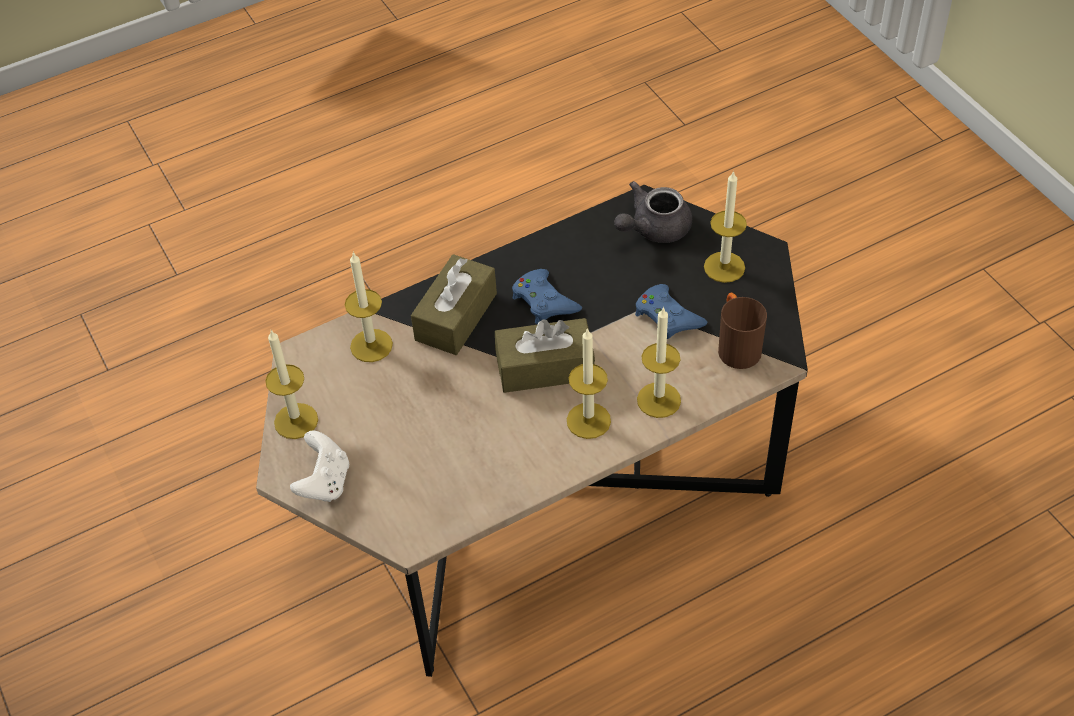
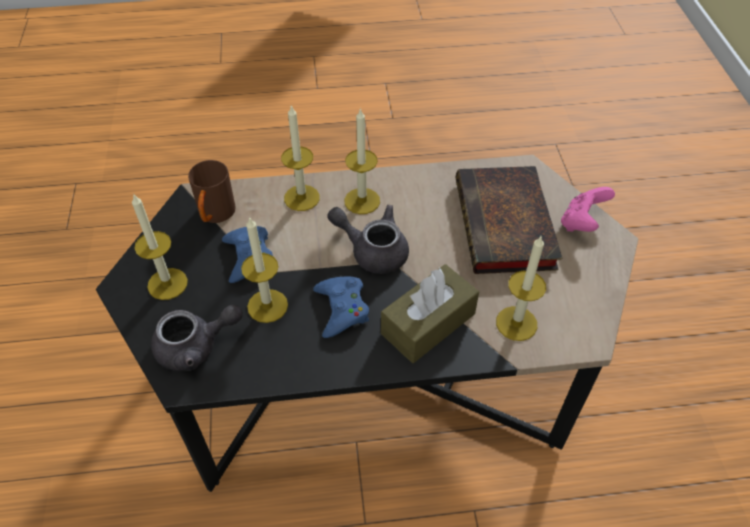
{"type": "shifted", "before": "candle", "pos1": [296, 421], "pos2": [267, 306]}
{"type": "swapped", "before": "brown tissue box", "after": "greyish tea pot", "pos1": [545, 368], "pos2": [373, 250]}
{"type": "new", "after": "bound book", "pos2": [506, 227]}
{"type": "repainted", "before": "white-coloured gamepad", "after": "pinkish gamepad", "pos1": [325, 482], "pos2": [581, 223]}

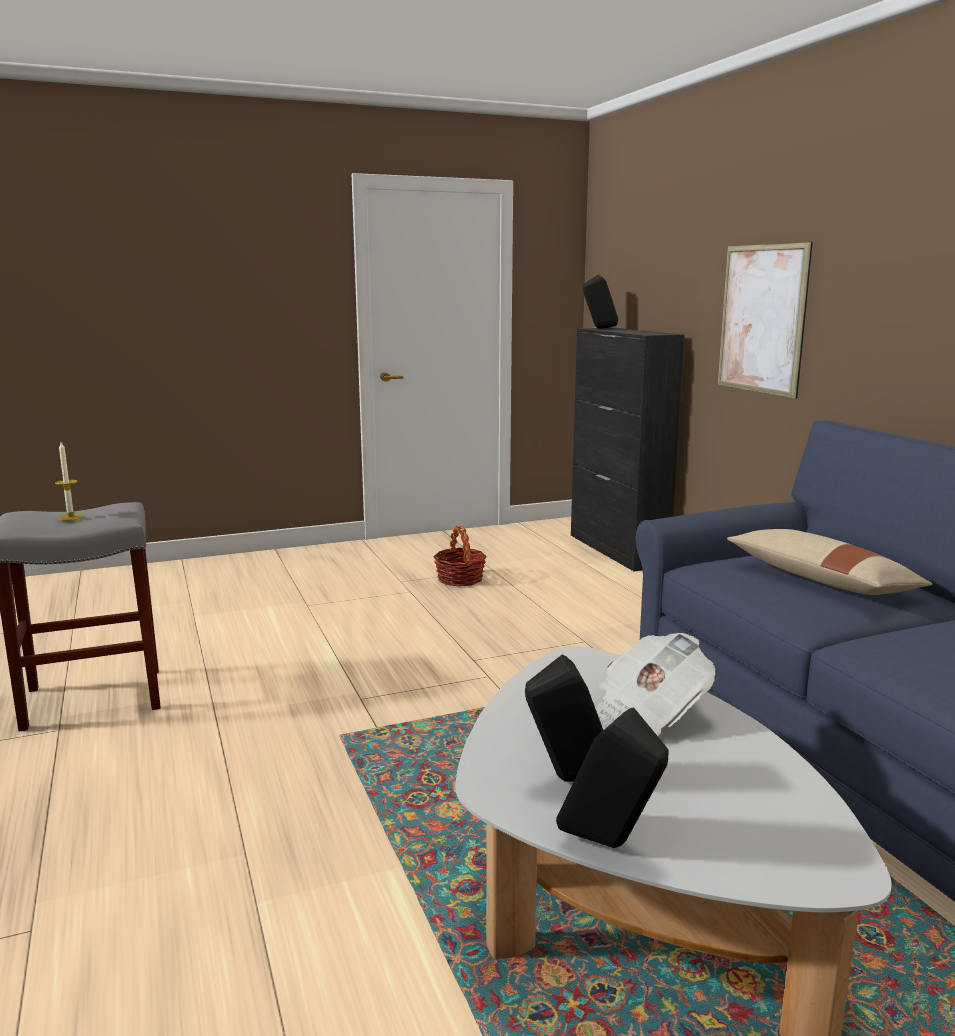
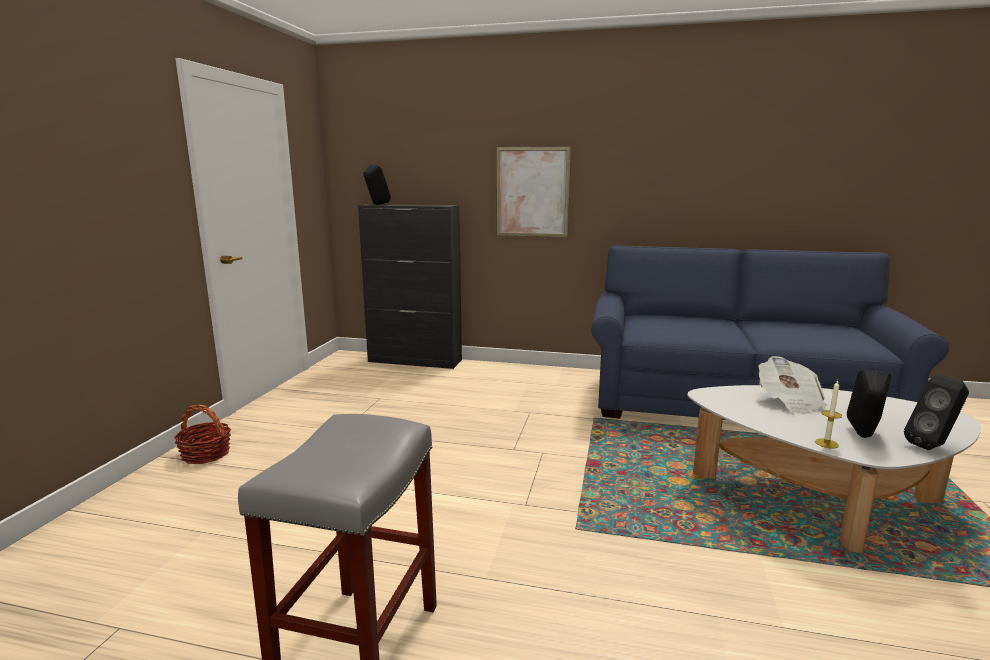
{"type": "shifted", "before": "household basket", "pos1": [460, 579], "pos2": [206, 454]}
{"type": "shifted", "before": "candle", "pos1": [70, 517], "pos2": [826, 443]}
{"type": "gone", "before": "beige throw pillow", "pos1": [821, 580]}

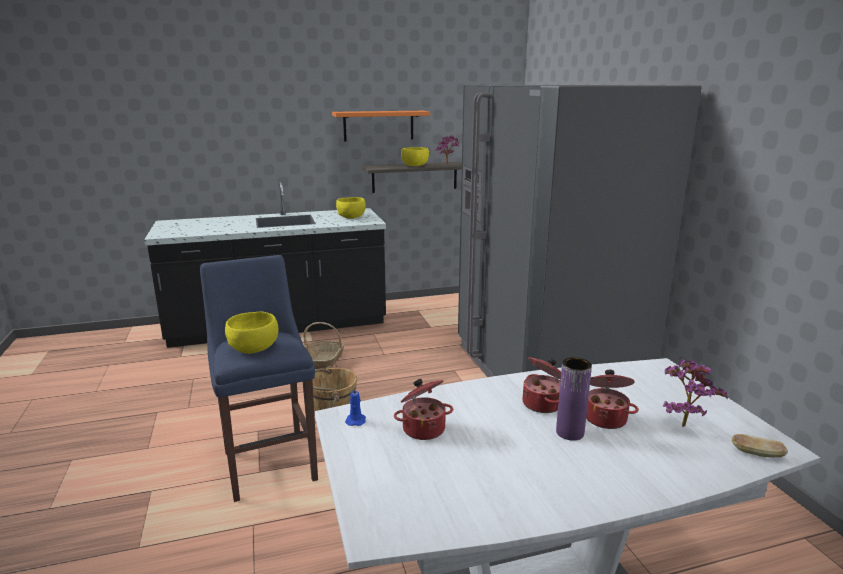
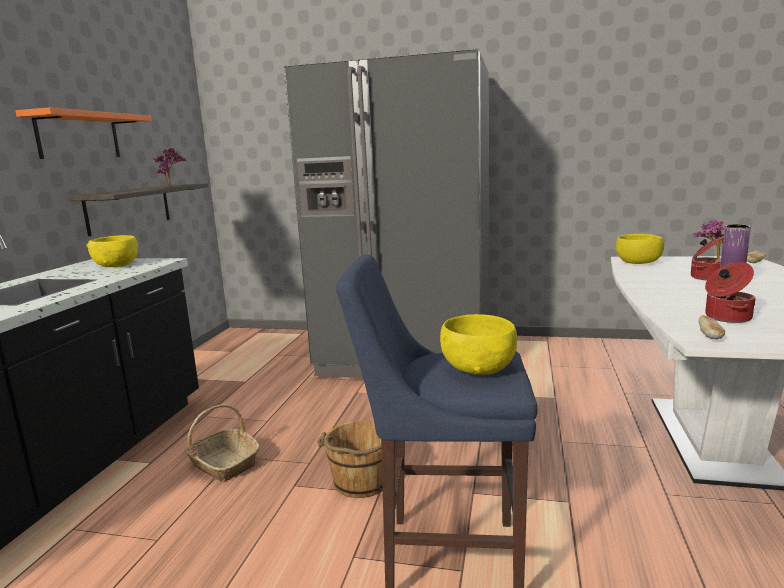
{"type": "shifted", "before": "yellow deep dish", "pos1": [415, 166], "pos2": [638, 263]}
{"type": "swapped", "before": "bluish candle", "after": "baked bread", "pos1": [356, 420], "pos2": [710, 336]}
{"type": "gone", "before": "saucepot", "pos1": [543, 404]}

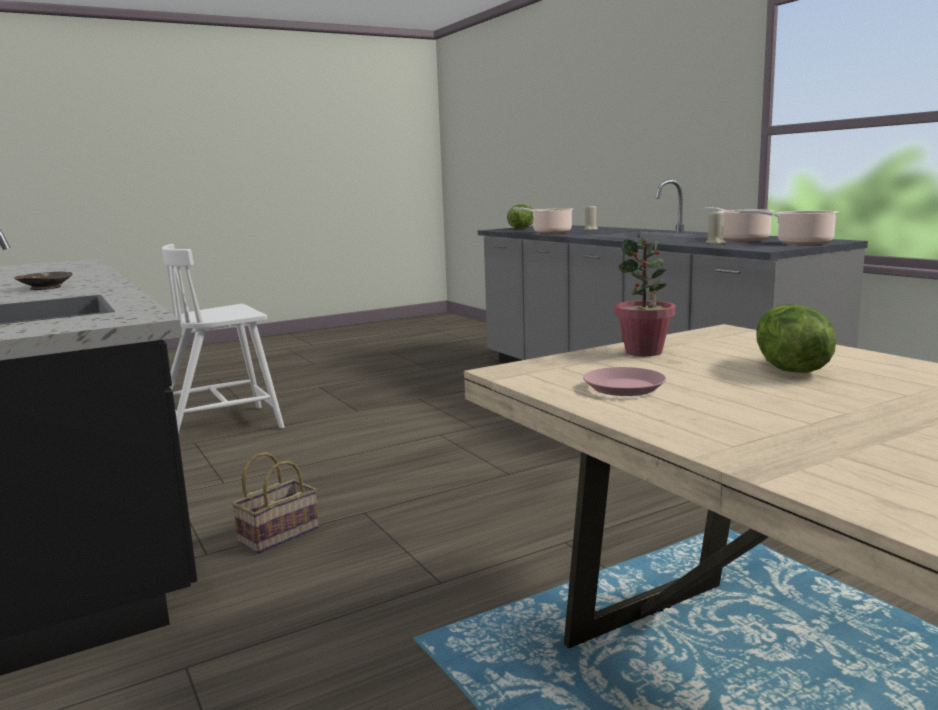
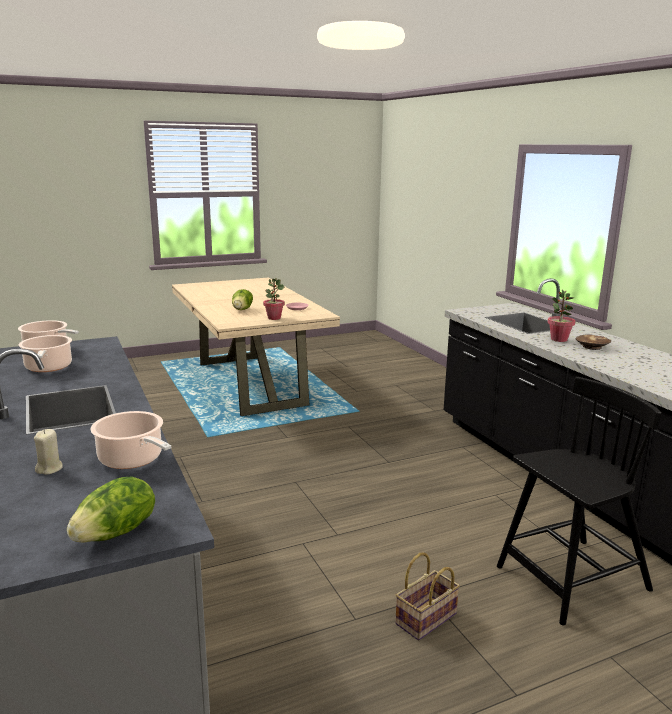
{"type": "shifted", "before": "household basket", "pos1": [279, 534], "pos2": [426, 620]}
{"type": "repainted", "before": "white-coloured upright chair", "after": "black-coloured upright chair", "pos1": [222, 426], "pos2": [570, 580]}
{"type": "new", "after": "plant in a pot", "pos2": [559, 339]}
{"type": "gone", "before": "beige candle", "pos1": [715, 243]}

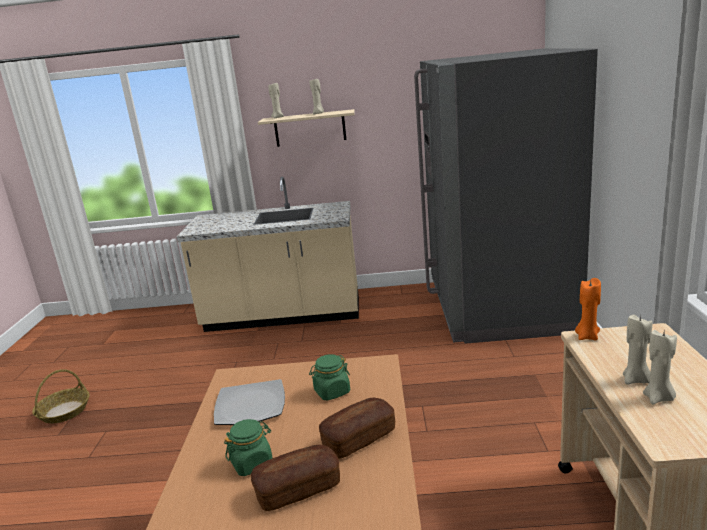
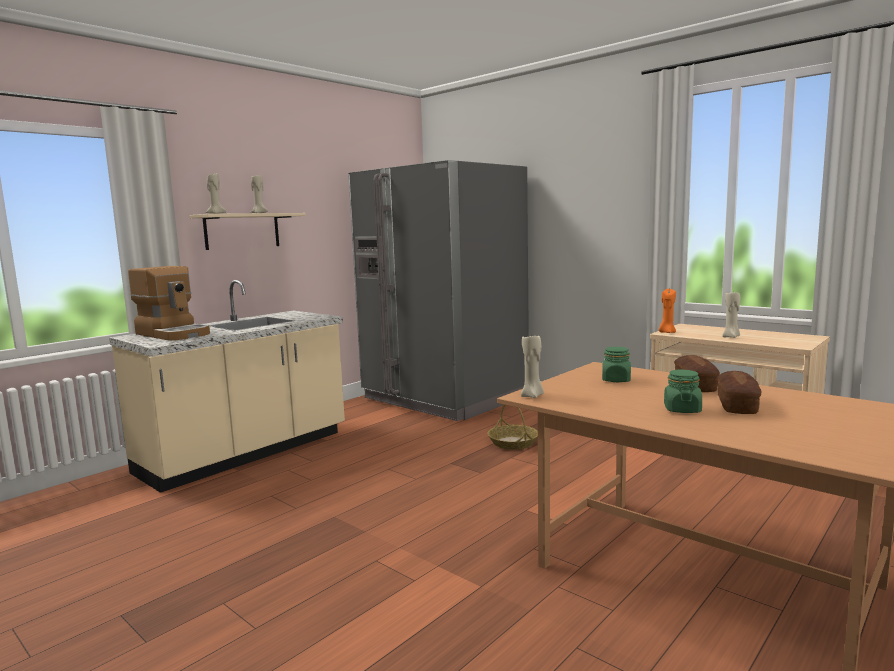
{"type": "new", "after": "coffee maker", "pos2": [174, 334]}
{"type": "shifted", "before": "household basket", "pos1": [64, 412], "pos2": [513, 443]}
{"type": "shifted", "before": "beige candle", "pos1": [658, 398], "pos2": [532, 396]}
{"type": "gone", "before": "flat dish", "pos1": [249, 406]}

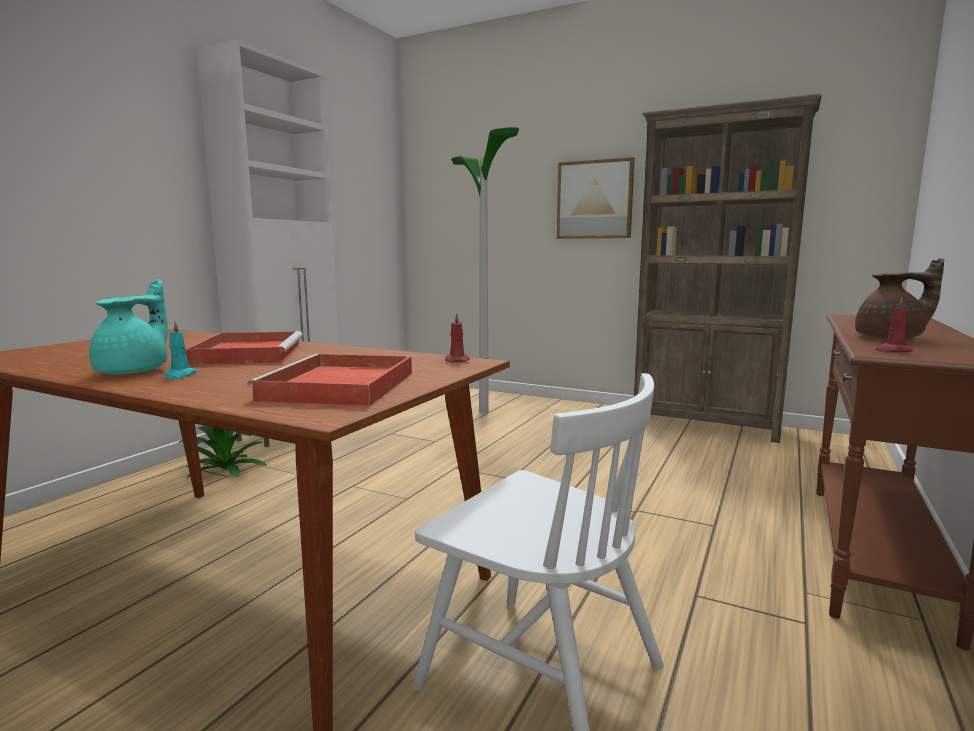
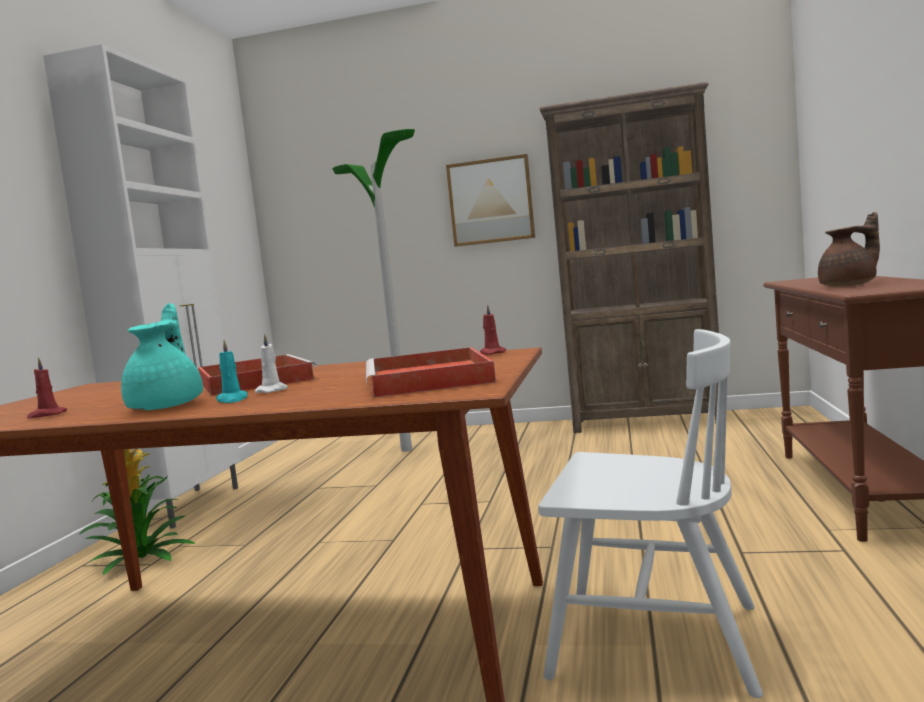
{"type": "shifted", "before": "red candle", "pos1": [892, 351], "pos2": [46, 415]}
{"type": "new", "after": "white-coloured candle", "pos2": [273, 391]}

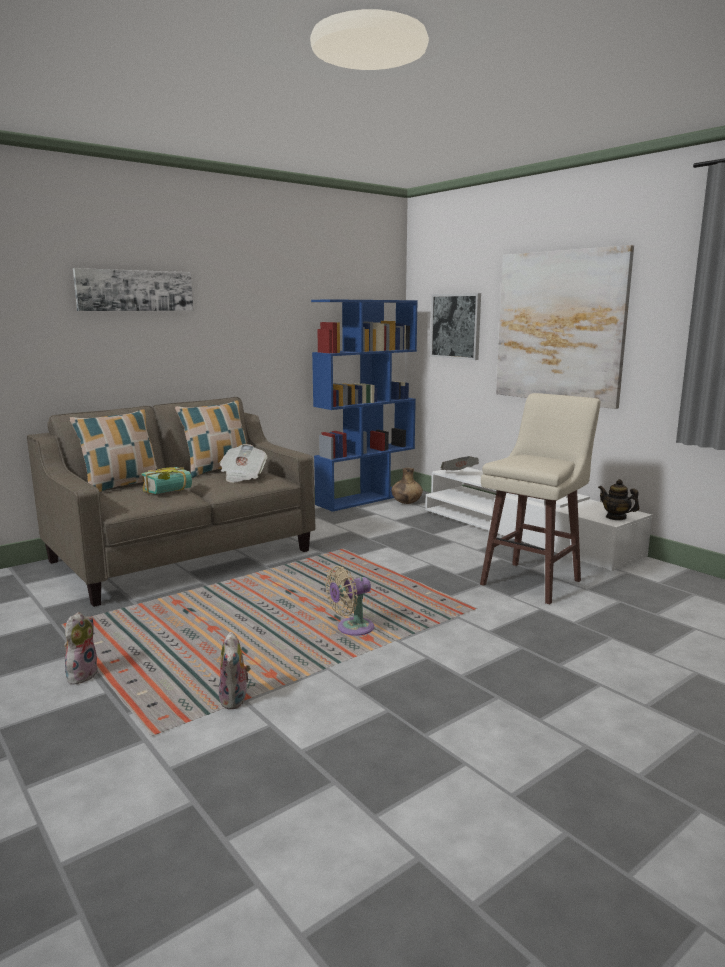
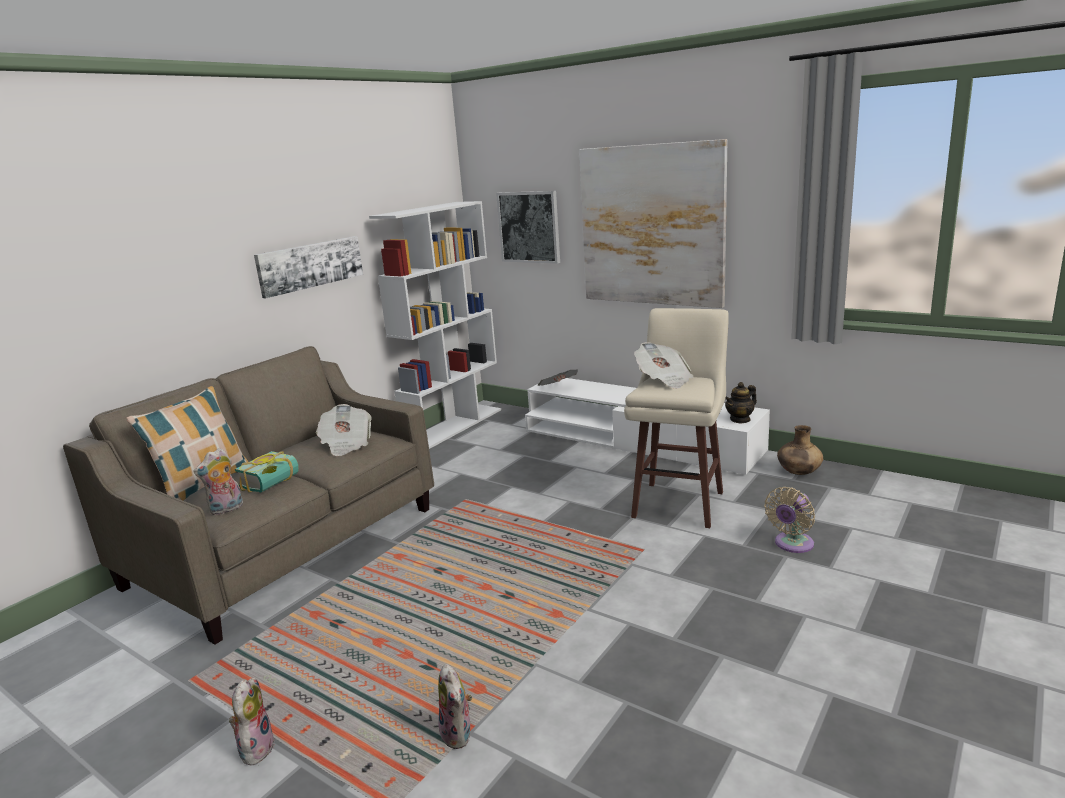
{"type": "new", "after": "cuddly toy", "pos2": [226, 509]}
{"type": "shifted", "before": "wall picture", "pos1": [135, 290], "pos2": [310, 265]}
{"type": "repainted", "before": "bluish bookshelf", "after": "white-coloured bookshelf", "pos1": [365, 498], "pos2": [453, 426]}
{"type": "new", "after": "daily paper", "pos2": [664, 380]}
{"type": "rotated", "before": "tea pot", "pos1": [616, 517], "pos2": [740, 419], "turn": -60}
{"type": "shifted", "before": "beige cooling fan", "pos1": [351, 628], "pos2": [792, 545]}
{"type": "shifted", "before": "brown decorative vase", "pos1": [406, 503], "pos2": [798, 472]}
{"type": "gone", "before": "throw pillow", "pos1": [217, 470]}

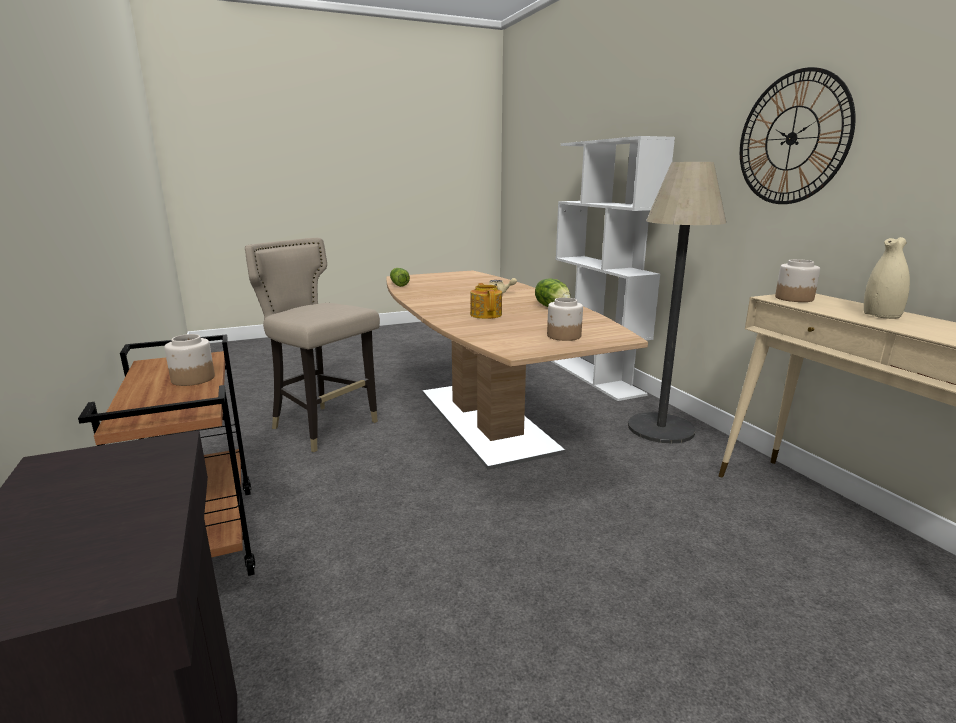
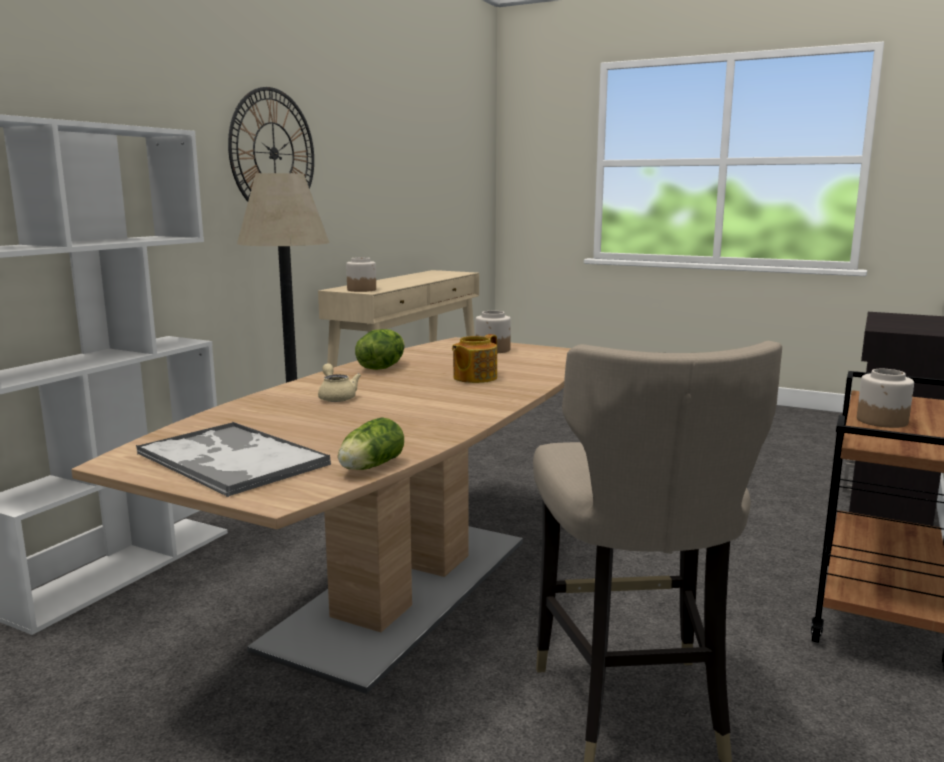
{"type": "new", "after": "carrying tray", "pos2": [230, 459]}
{"type": "gone", "before": "beige decorative vase", "pos1": [880, 315]}

